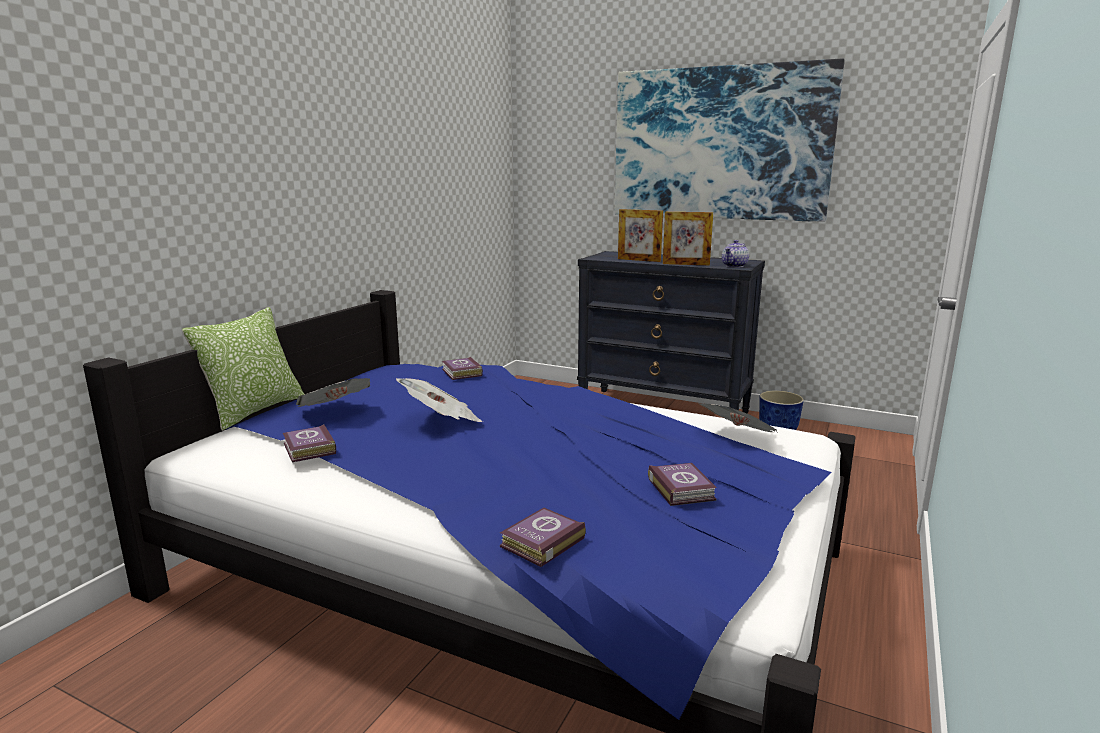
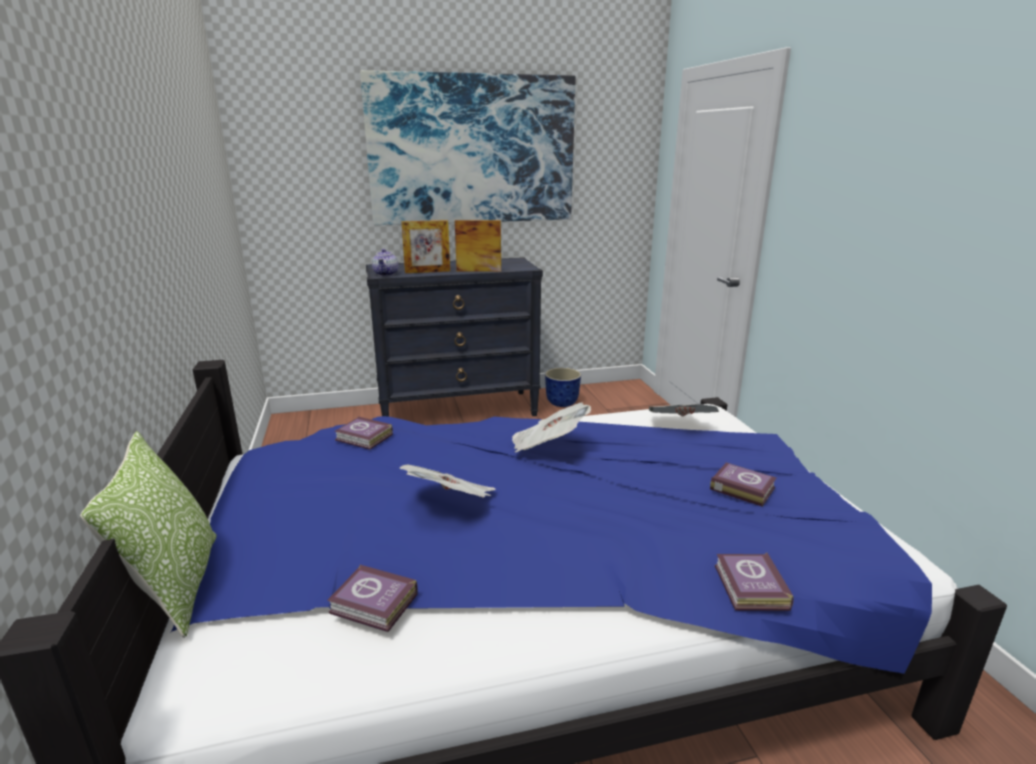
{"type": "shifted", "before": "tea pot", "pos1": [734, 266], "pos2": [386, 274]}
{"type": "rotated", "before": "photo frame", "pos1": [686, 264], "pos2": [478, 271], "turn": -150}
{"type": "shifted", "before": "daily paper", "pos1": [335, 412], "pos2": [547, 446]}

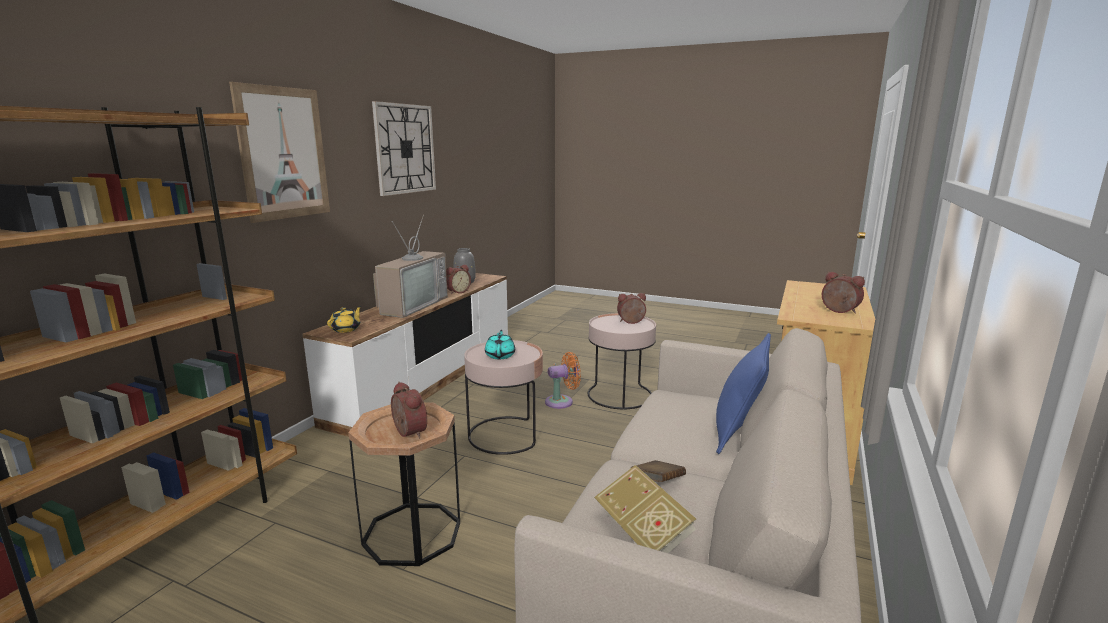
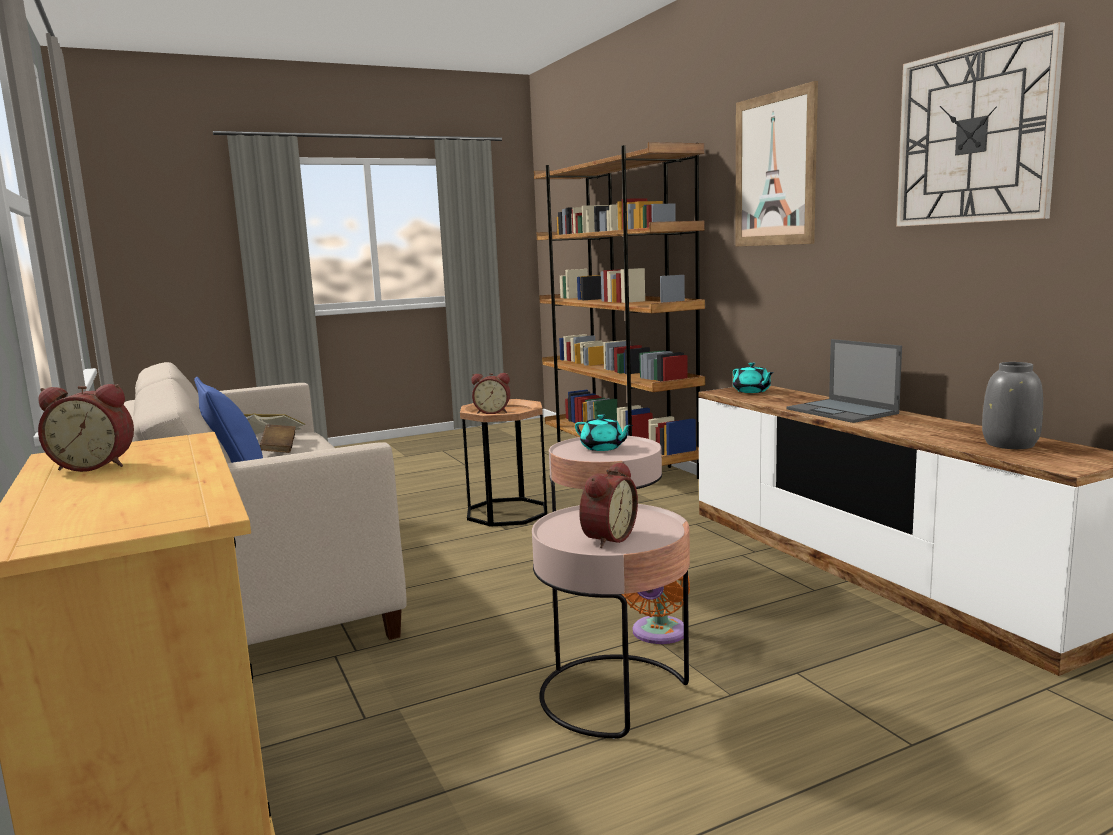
{"type": "repainted", "before": "yellow tea pot", "after": "turquoise-coloured tea pot", "pos1": [346, 329], "pos2": [752, 391]}
{"type": "swapped", "before": "television", "after": "laptop", "pos1": [411, 305], "pos2": [842, 411]}
{"type": "gone", "before": "alarm clock", "pos1": [457, 292]}

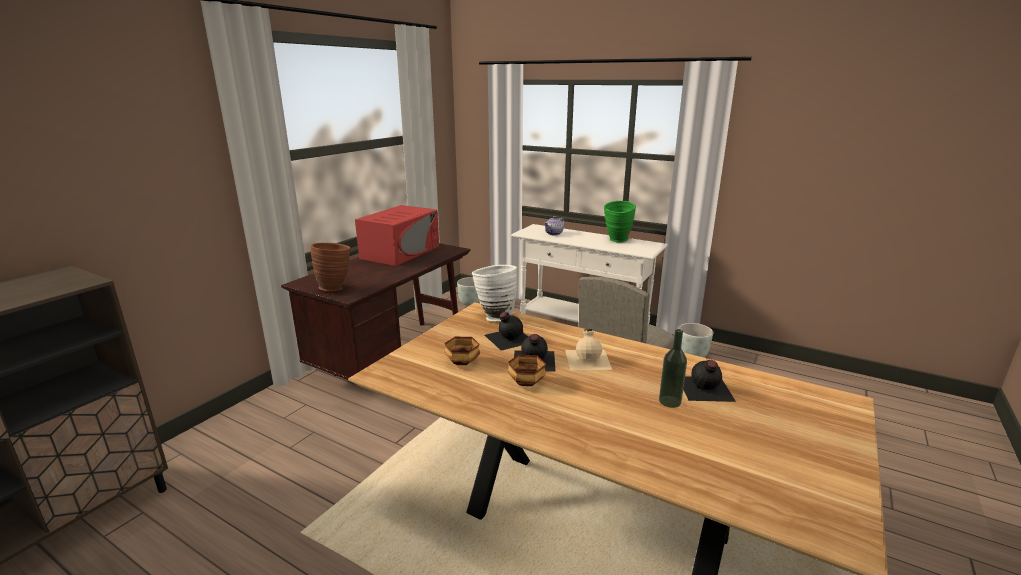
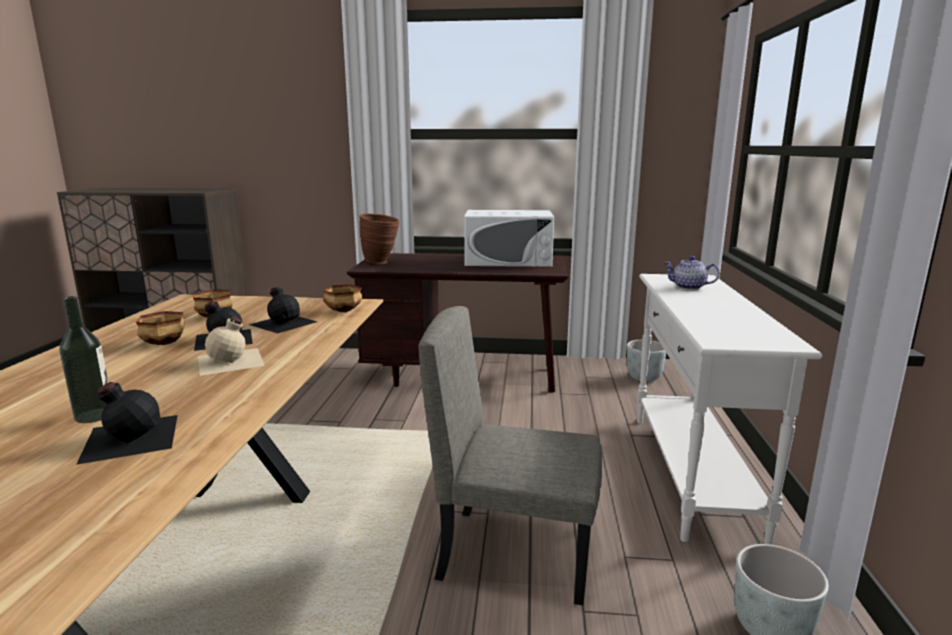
{"type": "swapped", "before": "white-coloured decorative vase", "after": "deep dish", "pos1": [494, 317], "pos2": [343, 310]}
{"type": "repainted", "before": "red microwave oven", "after": "white-coloured microwave oven", "pos1": [400, 252], "pos2": [508, 260]}
{"type": "gone", "before": "green-coloured decorative vase", "pos1": [617, 241]}

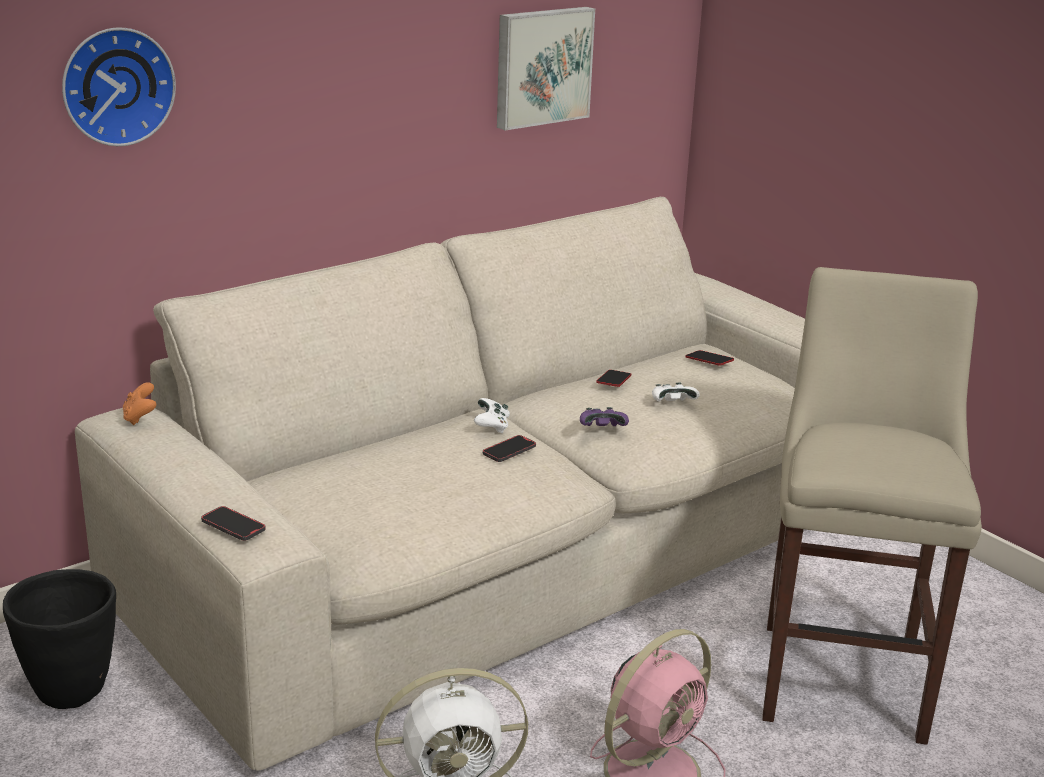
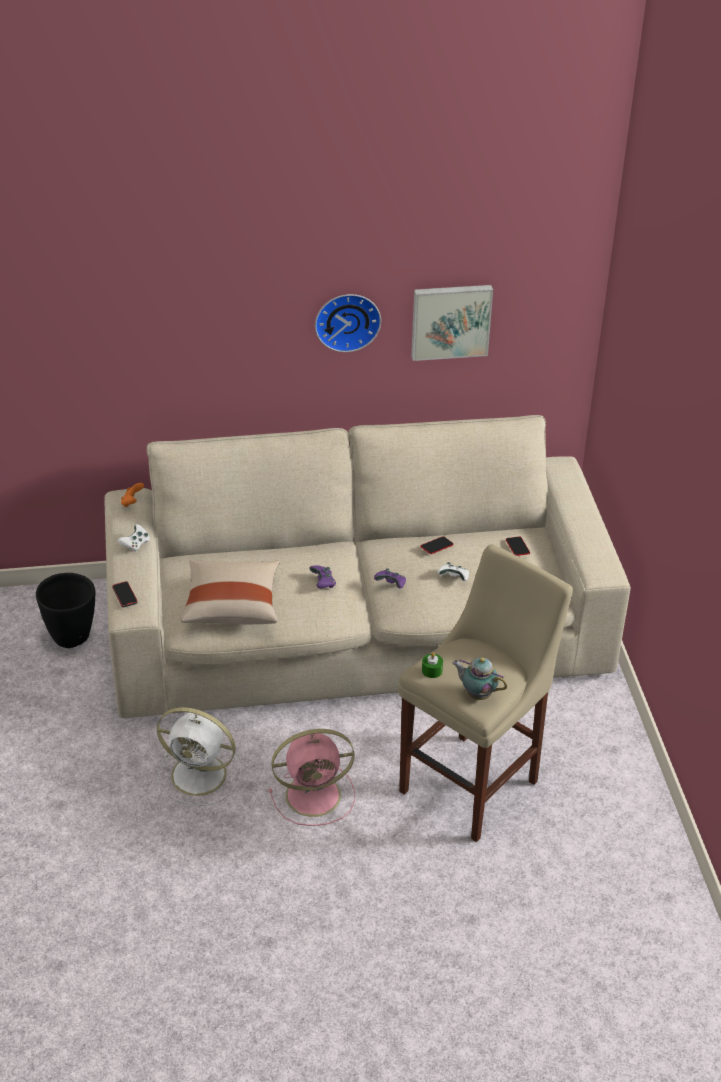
{"type": "shifted", "before": "white-coloured gamepad", "pos1": [492, 426], "pos2": [135, 544]}
{"type": "new", "after": "beige throw pillow", "pos2": [232, 605]}
{"type": "swapped", "before": "handset", "after": "purple-coloured gamepad", "pos1": [509, 451], "pos2": [323, 583]}
{"type": "shifted", "before": "clock on the wall", "pos1": [116, 85], "pos2": [347, 320]}
{"type": "new", "after": "green-coloured candle", "pos2": [432, 670]}
{"type": "new", "after": "tea pot", "pos2": [477, 694]}

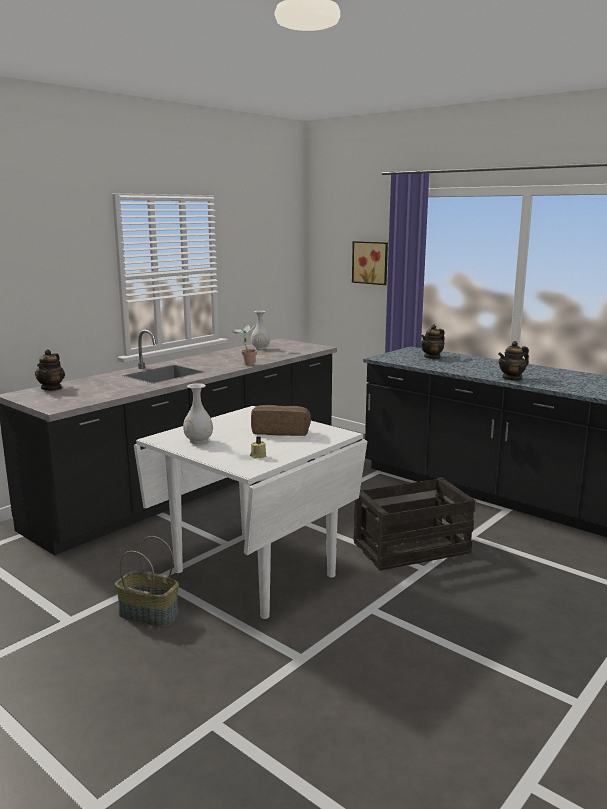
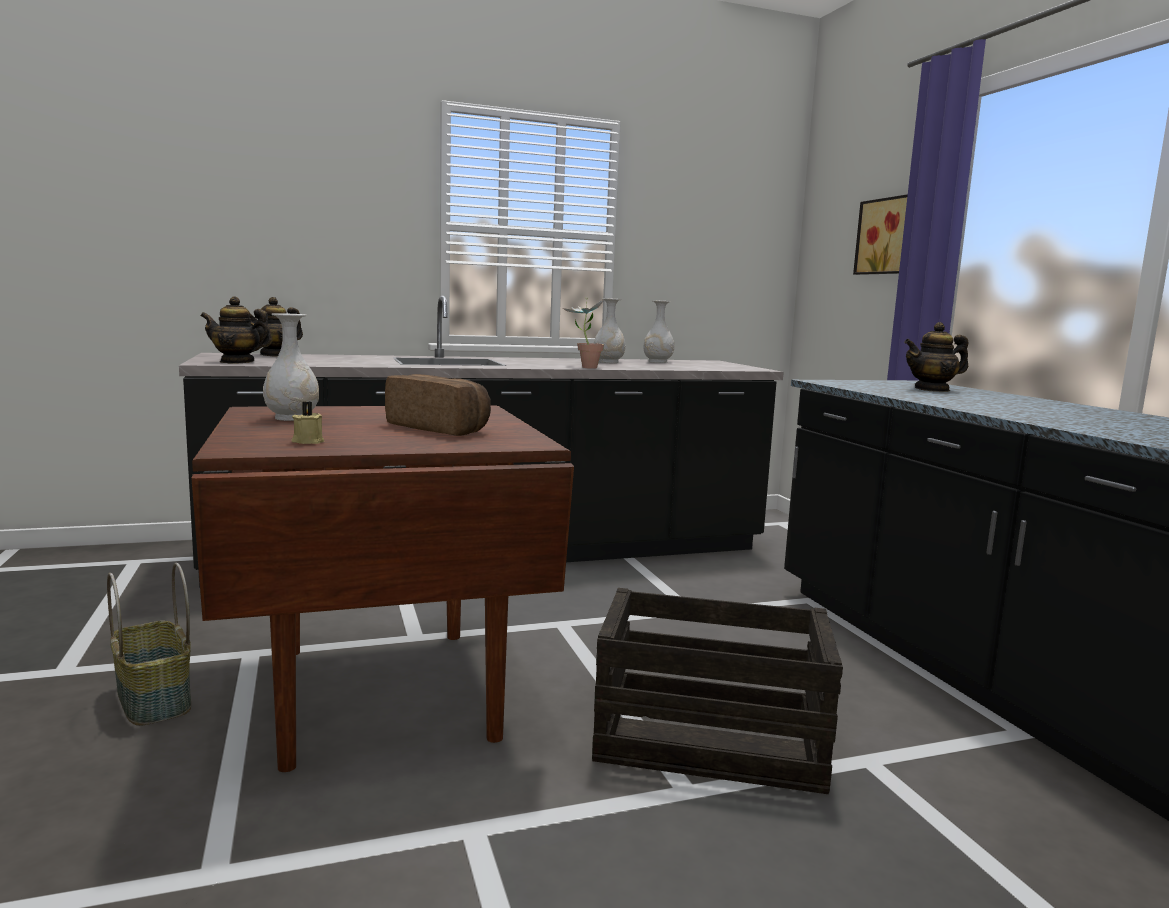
{"type": "repainted", "before": "white-coloured kitchen table", "after": "brown kitchen table", "pos1": [253, 573], "pos2": [381, 691]}
{"type": "shifted", "before": "tea pot", "pos1": [512, 378], "pos2": [237, 362]}
{"type": "new", "after": "white-coloured decorative vase", "pos2": [609, 362]}

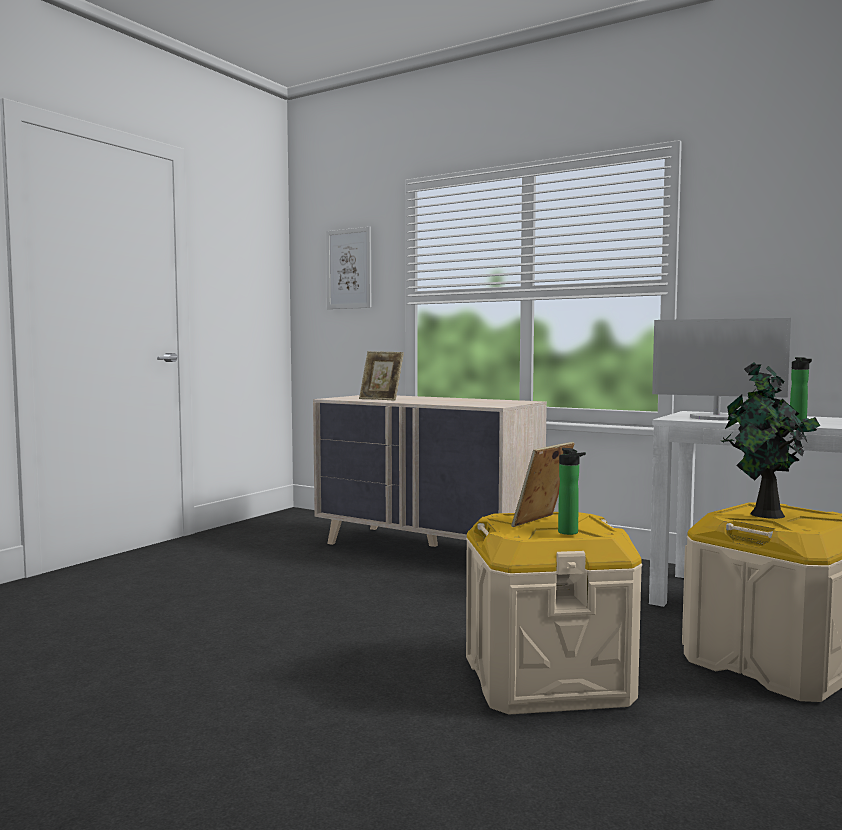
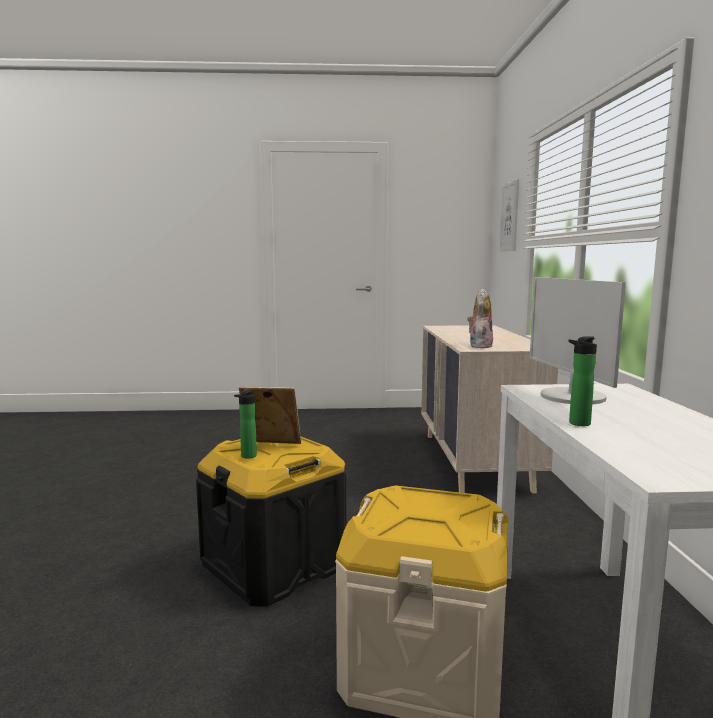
{"type": "repainted", "before": "beige storage bin", "after": "black-coloured storage bin", "pos1": [546, 679], "pos2": [274, 565]}
{"type": "new", "after": "cuddly toy", "pos2": [479, 346]}
{"type": "gone", "before": "photo frame", "pos1": [381, 399]}
{"type": "gone", "before": "plant in a pot", "pos1": [765, 515]}

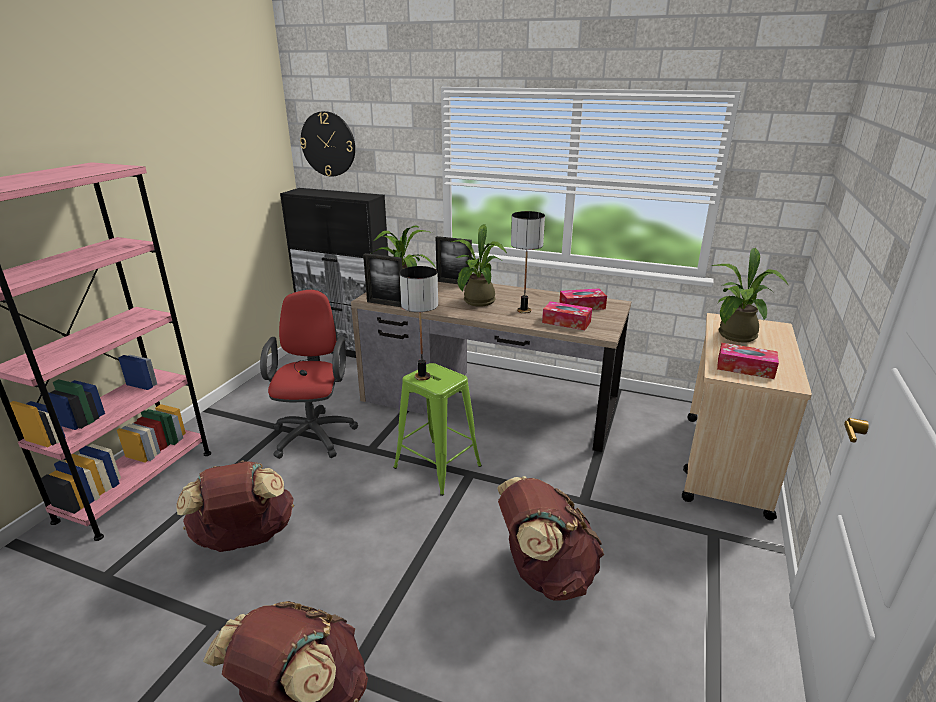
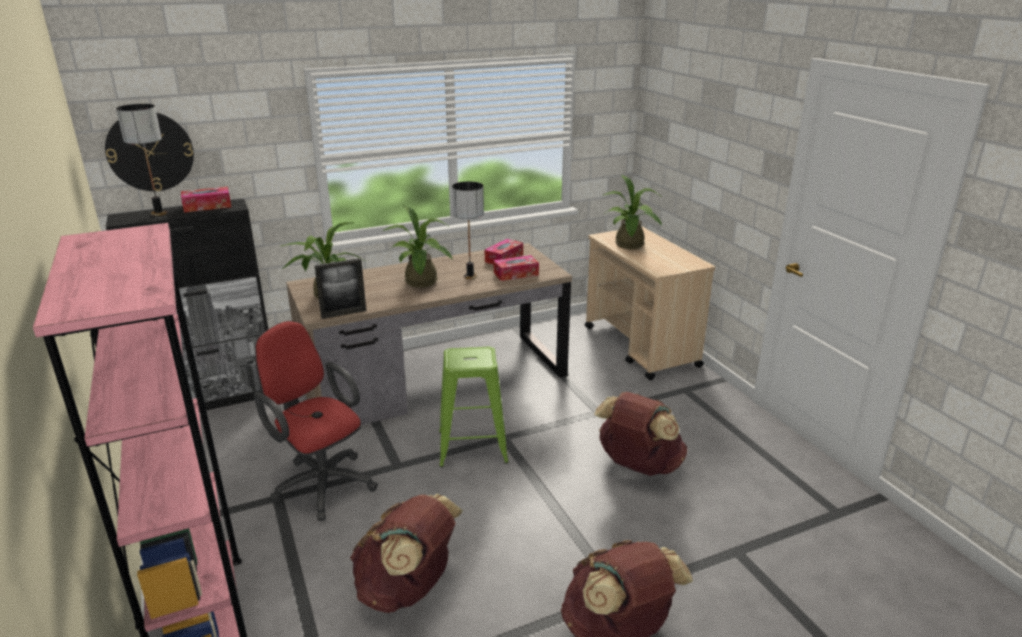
{"type": "shifted", "before": "lamp for a table", "pos1": [422, 376], "pos2": [159, 213]}
{"type": "shifted", "before": "tissue box", "pos1": [745, 368], "pos2": [207, 206]}
{"type": "gone", "before": "photo frame", "pos1": [454, 283]}

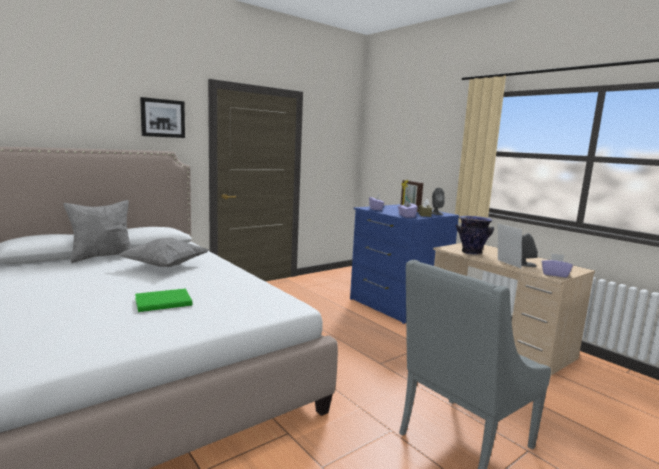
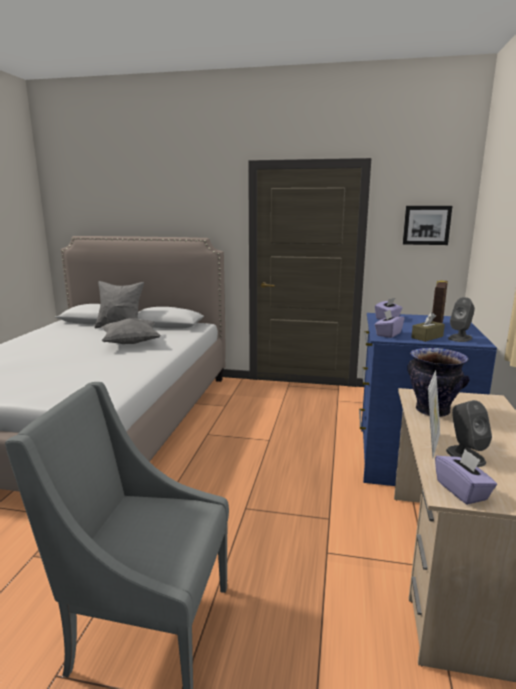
{"type": "shifted", "before": "wall picture", "pos1": [162, 118], "pos2": [426, 225]}
{"type": "gone", "before": "green-coloured bound book", "pos1": [165, 302]}

